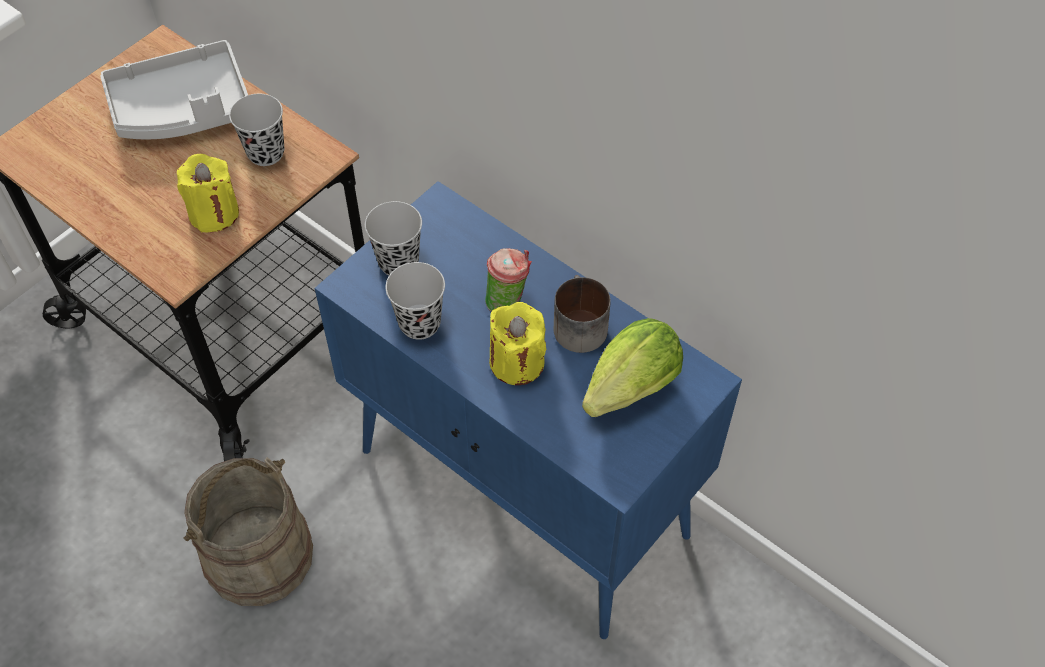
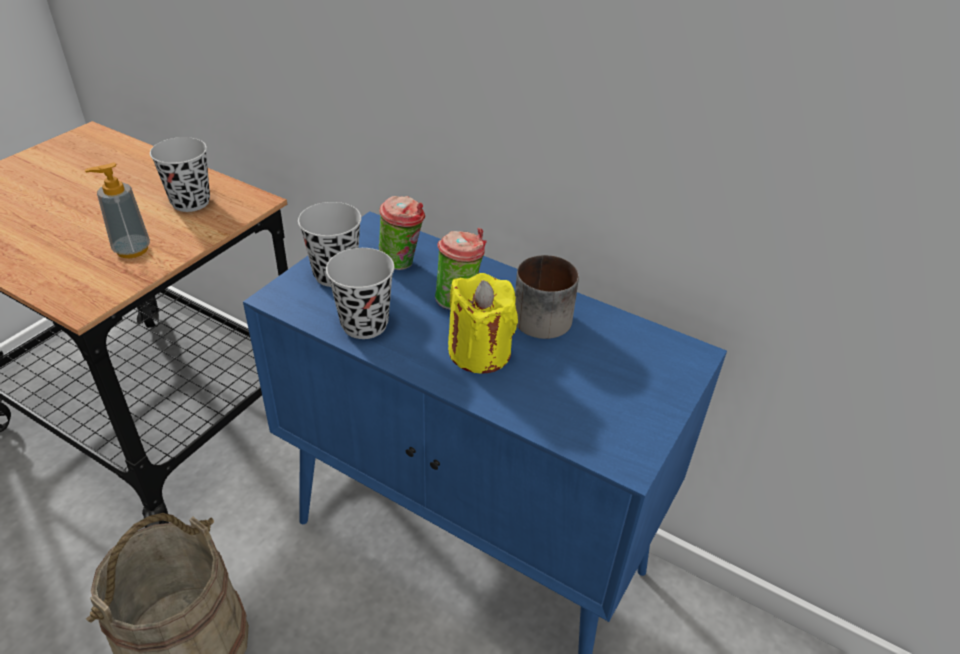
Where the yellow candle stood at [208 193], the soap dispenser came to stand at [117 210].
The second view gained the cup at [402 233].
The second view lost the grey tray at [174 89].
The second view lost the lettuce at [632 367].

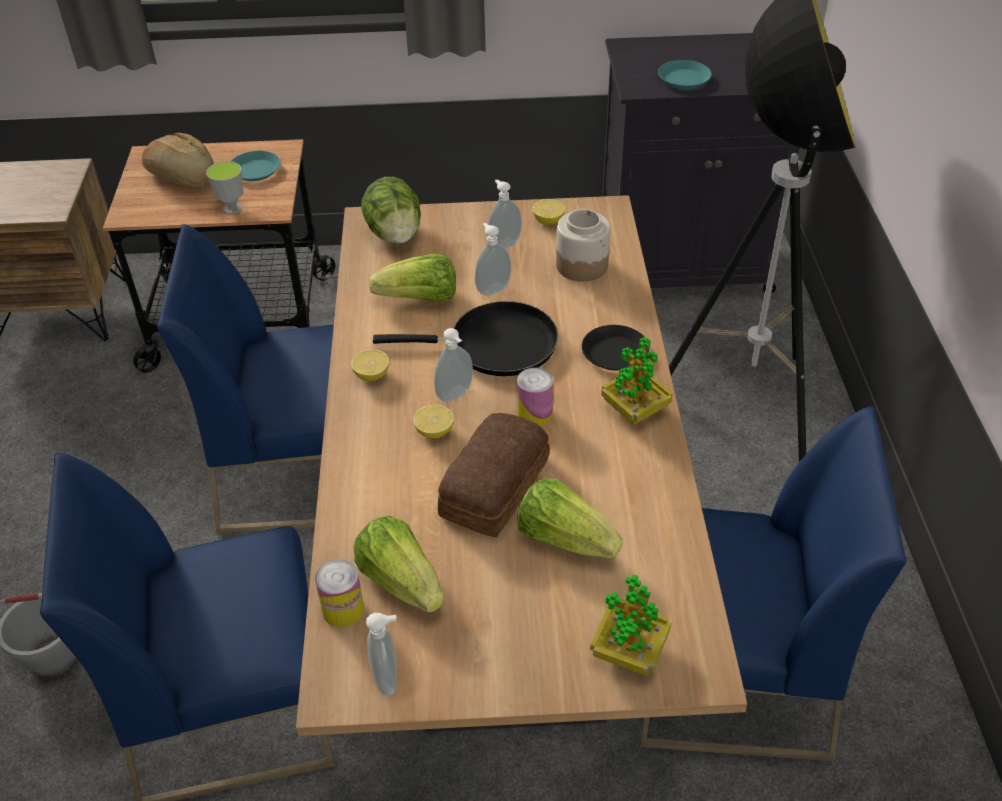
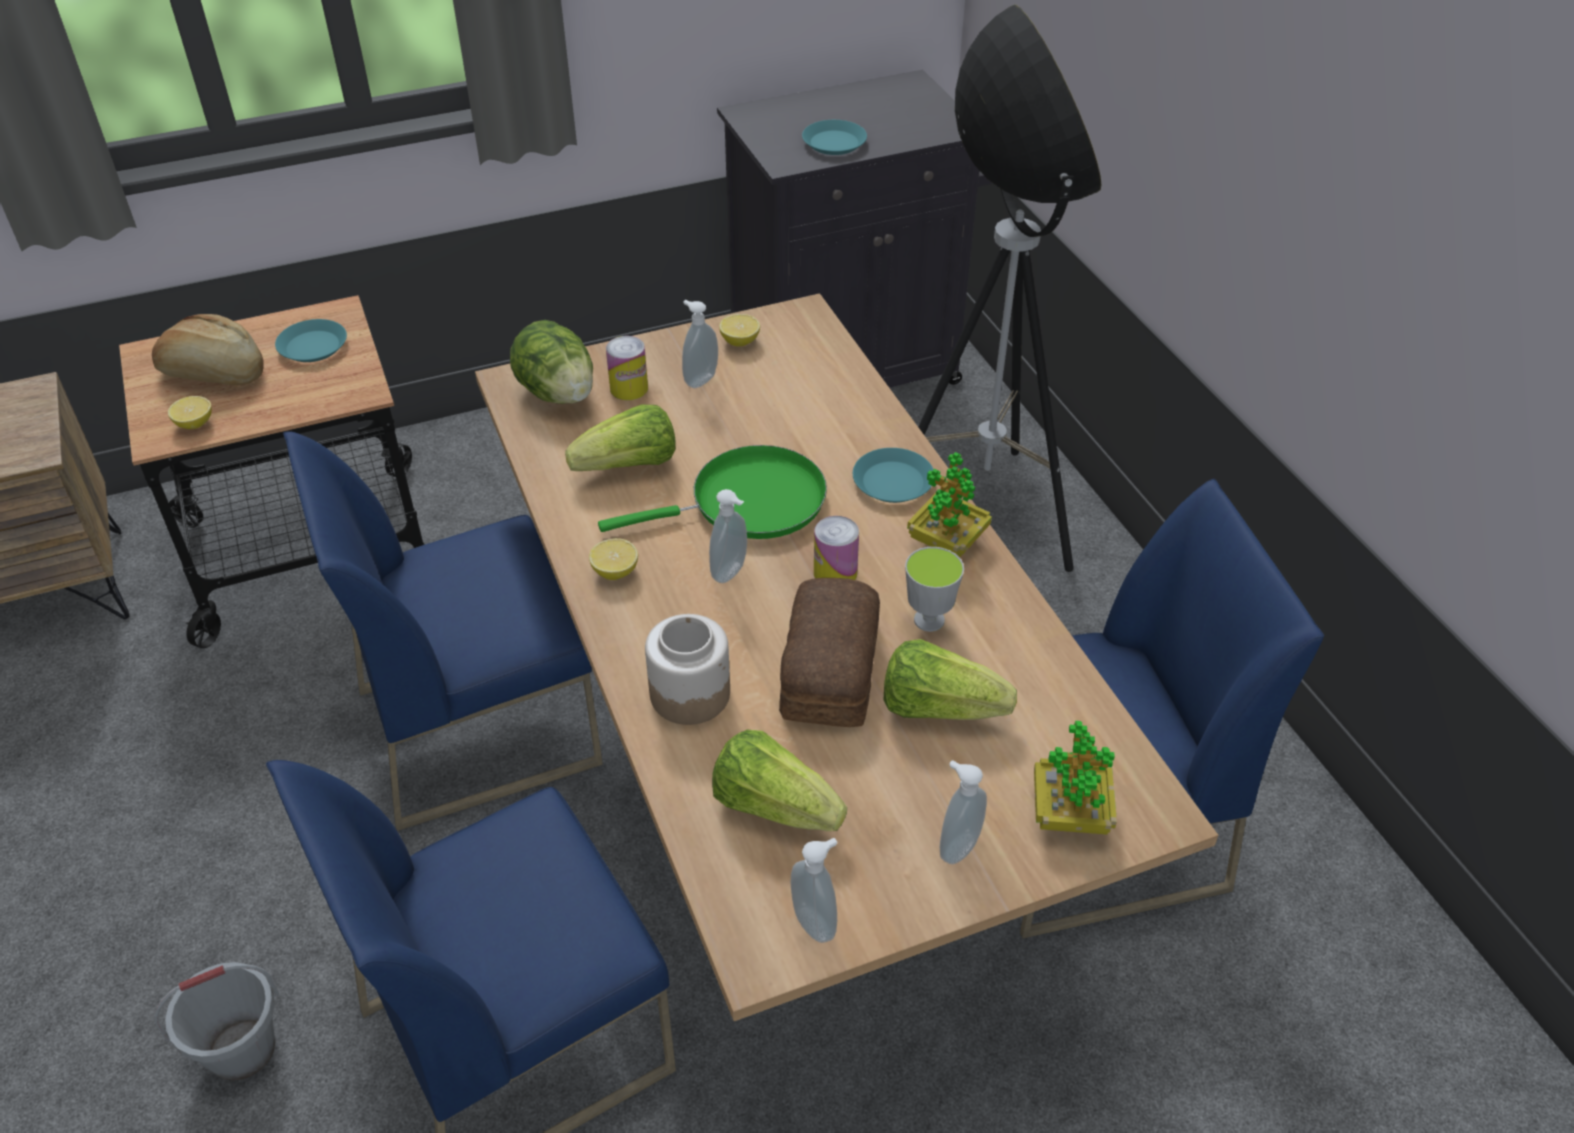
The lemon ended up elsewhere, having gone from [433 421] to [190 412].
What was the black frying pan at [465 338] turned into the green frying pan at [712 492].
The can ended up elsewhere, having gone from [339 593] to [627 368].
The jar ended up elsewhere, having gone from [583 245] to [687 669].
What was the black plate at [615 348] turned into the turquoise plate at [893 475].
The cup ended up elsewhere, having gone from [224 187] to [934 589].
The soap dispenser ended up elsewhere, having gone from [493 259] to [963 812].

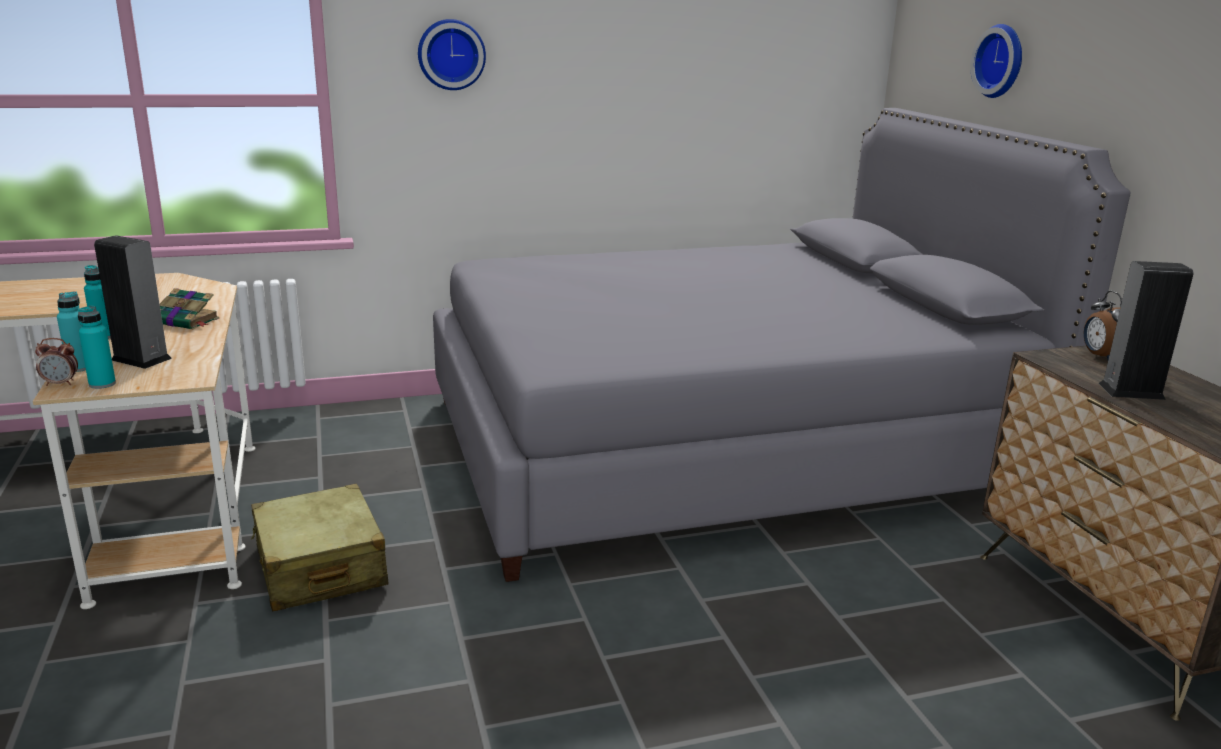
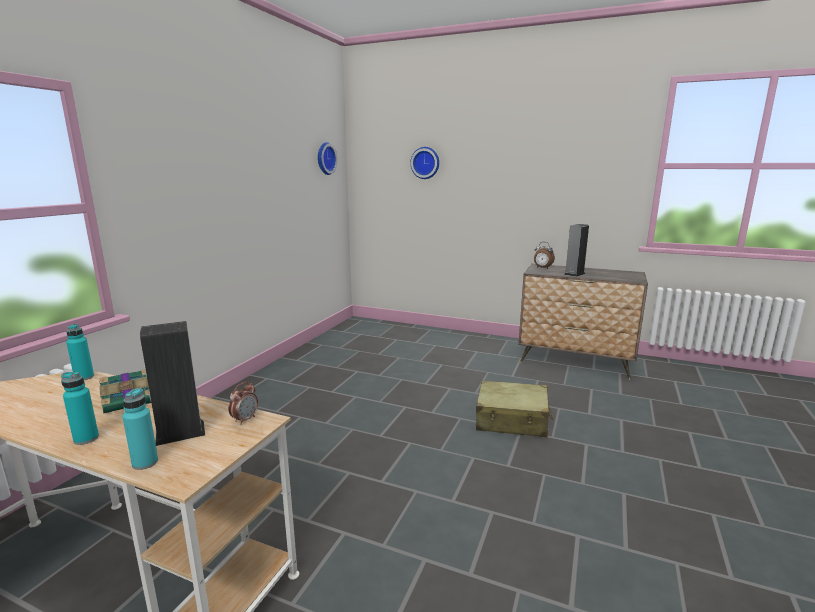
The turquoise bottle ended up elsewhere, having gone from [97 347] to [80 352].
The alarm clock ended up elsewhere, having gone from [56 362] to [243 403].
The wall clock ended up elsewhere, having gone from [452 54] to [327 158].
The beige suitcase ended up elsewhere, having gone from [320 547] to [514 409].
The second view lost the grey bed at [781 345].

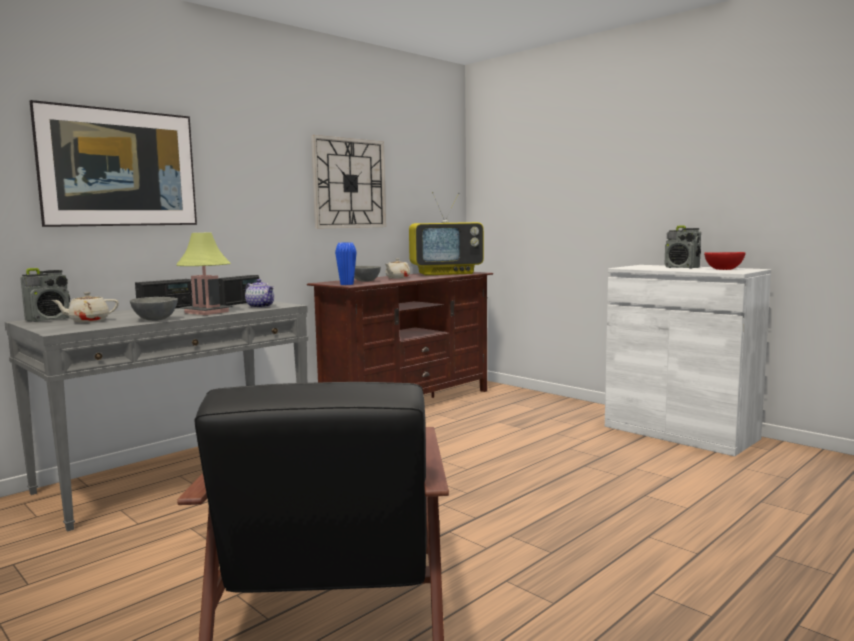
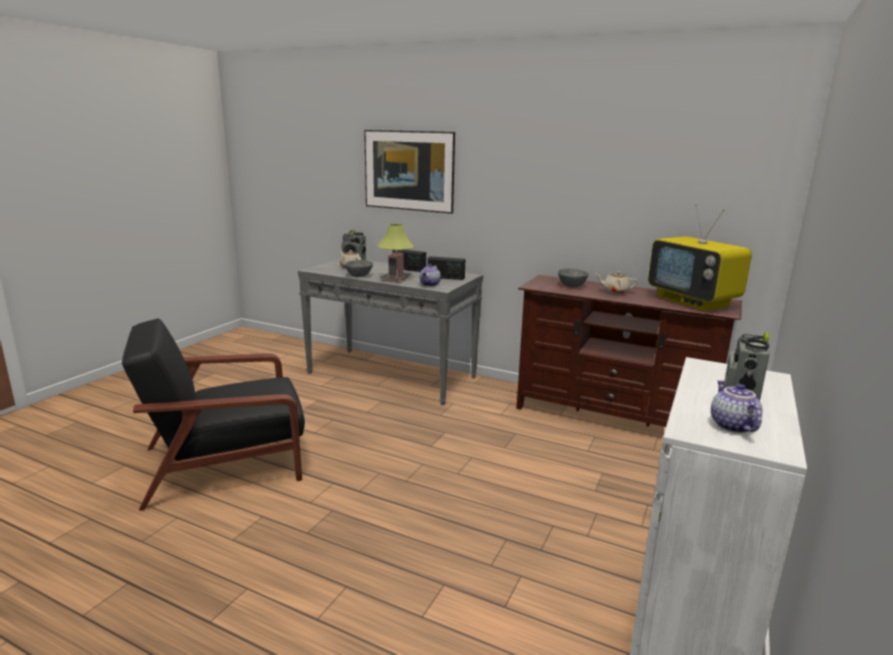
Where the red bowl stood at [725 261], the teapot came to stand at [737 406].
The second view lost the wall clock at [348 182].
The second view lost the blue vase at [346 263].

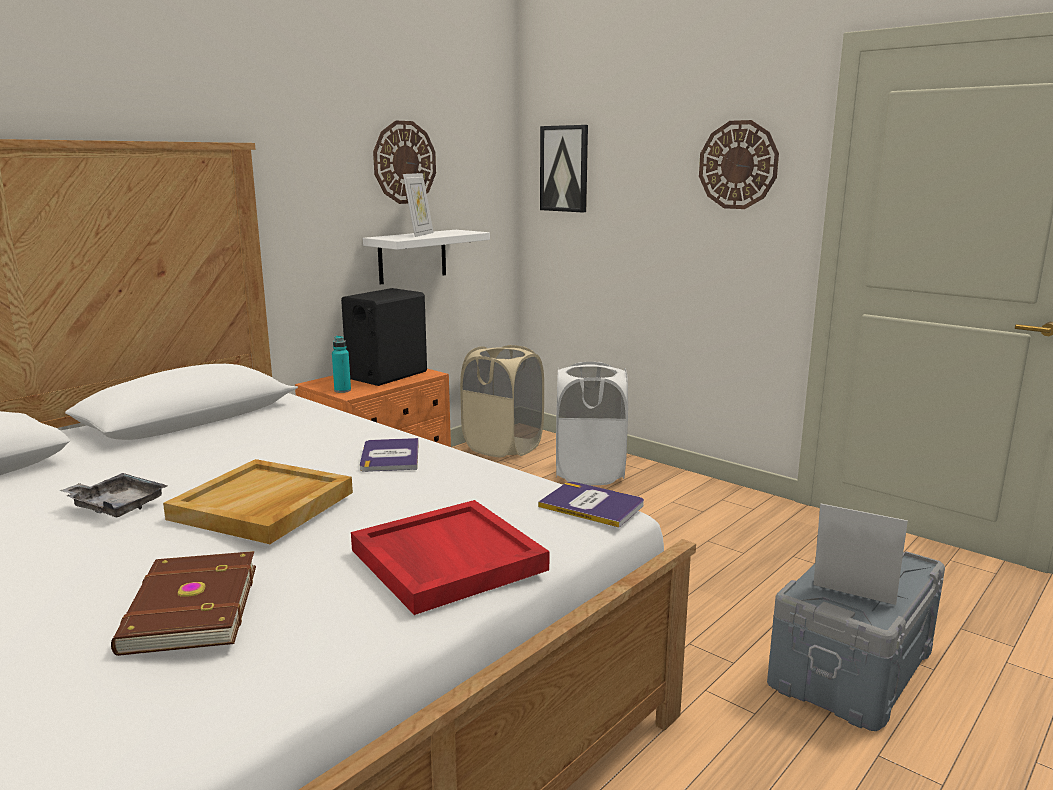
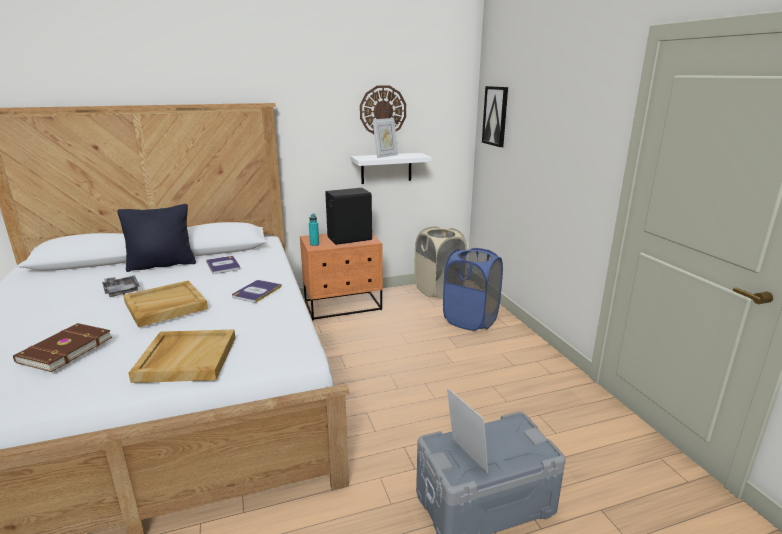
The second view gained the black pillow at [156 238].
What was the red tray at [450 557] turned into the beige tray at [182 356].
The book ended up elsewhere, having gone from [591 504] to [223 265].
What was the white laundry basket at [592 423] turned into the blue laundry basket at [473 289].
The second view lost the wall clock at [739 164].

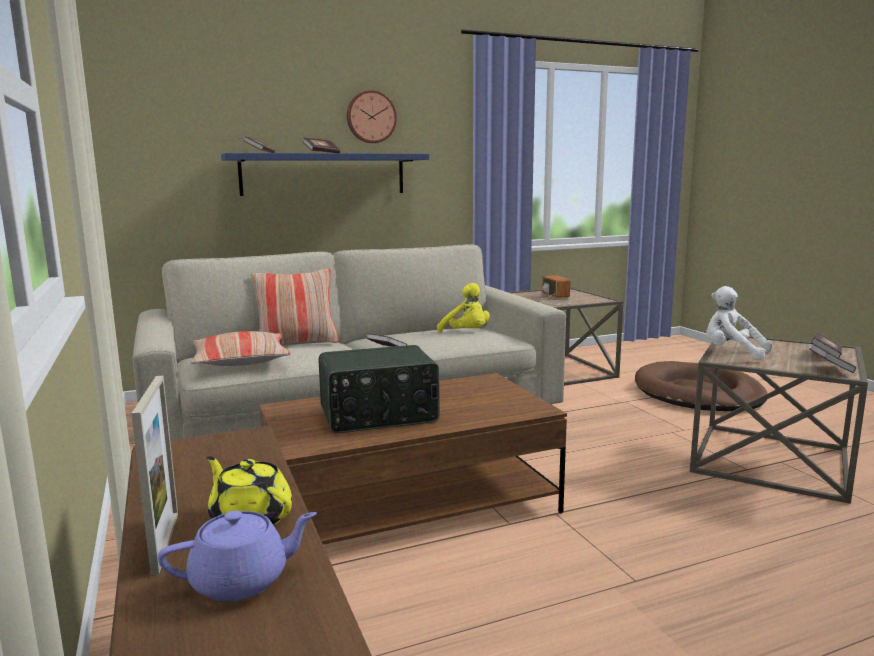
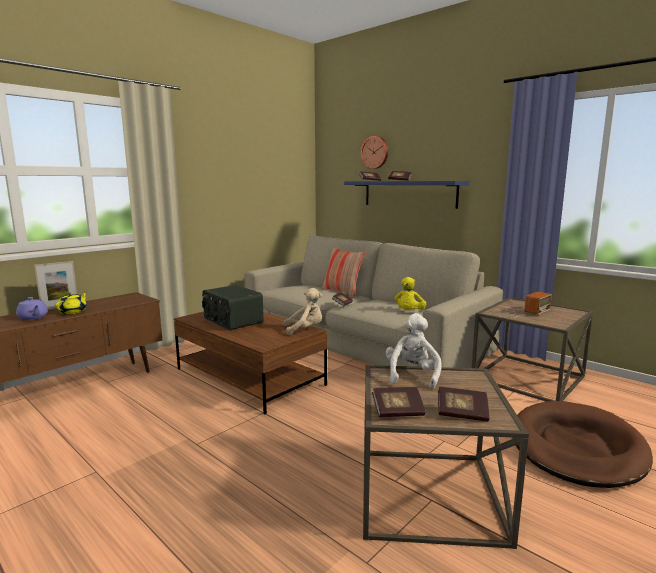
The second view gained the beige plush toy at [303 311].
The wall clock ended up elsewhere, having gone from [372 116] to [374 152].
The second view lost the pillow at [240 348].

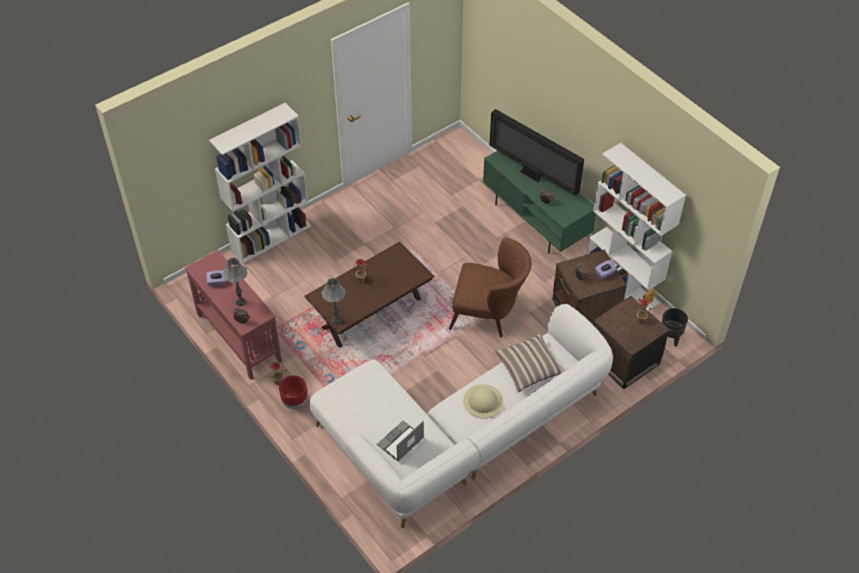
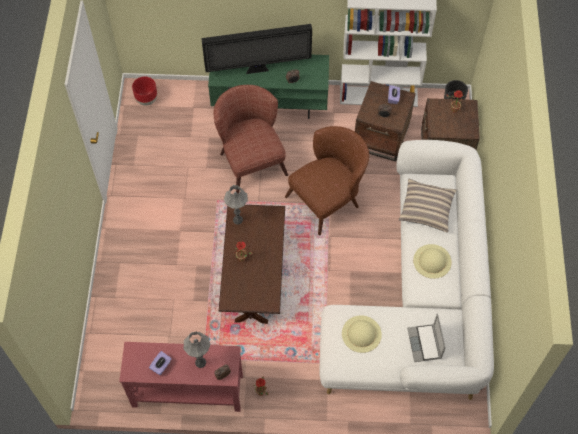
The red planter ended up elsewhere, having gone from [293 392] to [144 91].
The second view gained the brown armchair at [251 139].
The grey table lamp ended up elsewhere, having gone from [333 301] to [236 204].
The second view gained the beige hat at [362 334].
The second view lost the white bookcase at [260 183].

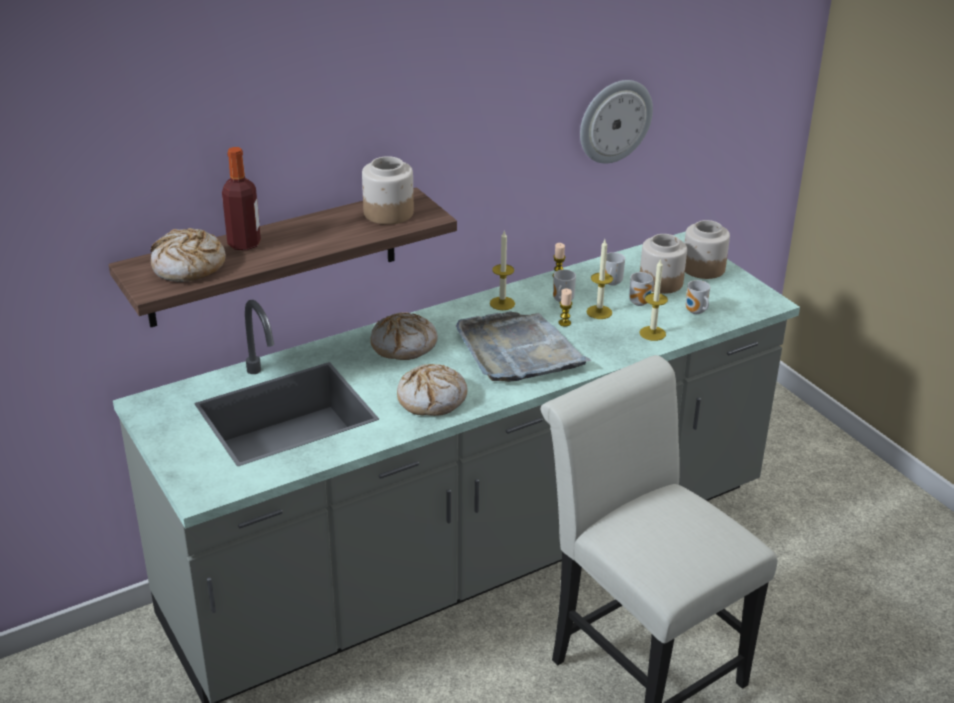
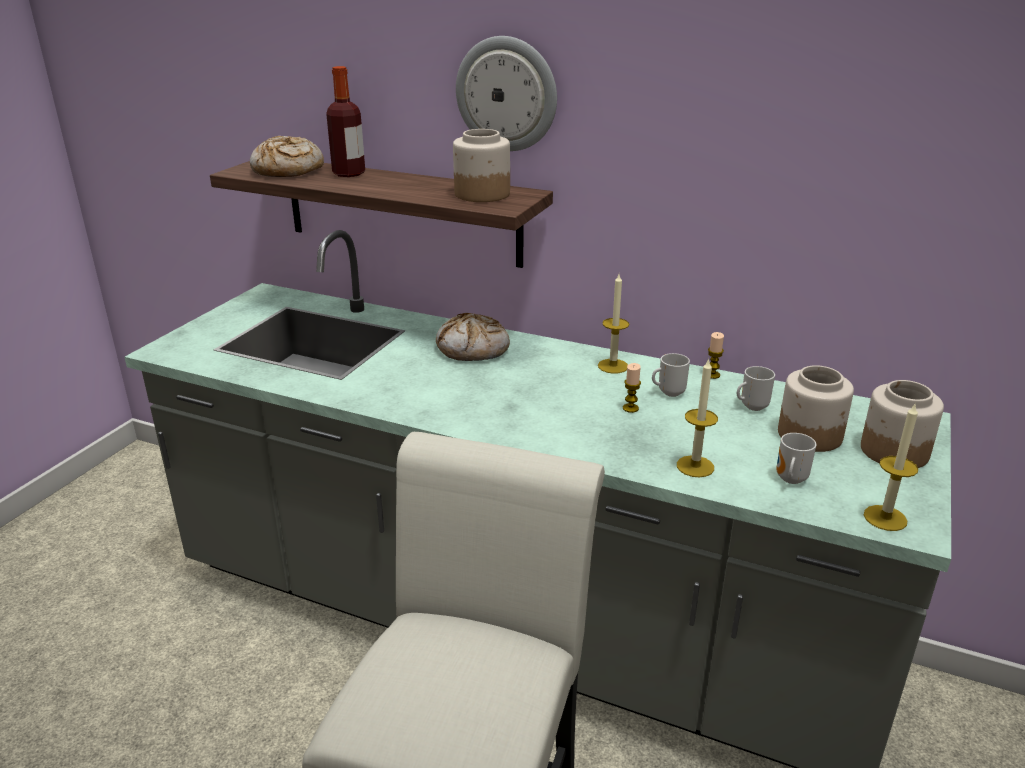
The wall clock ended up elsewhere, having gone from [616 121] to [506 93].
The candle ended up elsewhere, having gone from [599 279] to [891 466].
The second view lost the bread at [432 390].
The second view lost the grey tray at [524 347].
The second view lost the mug at [641 289].

